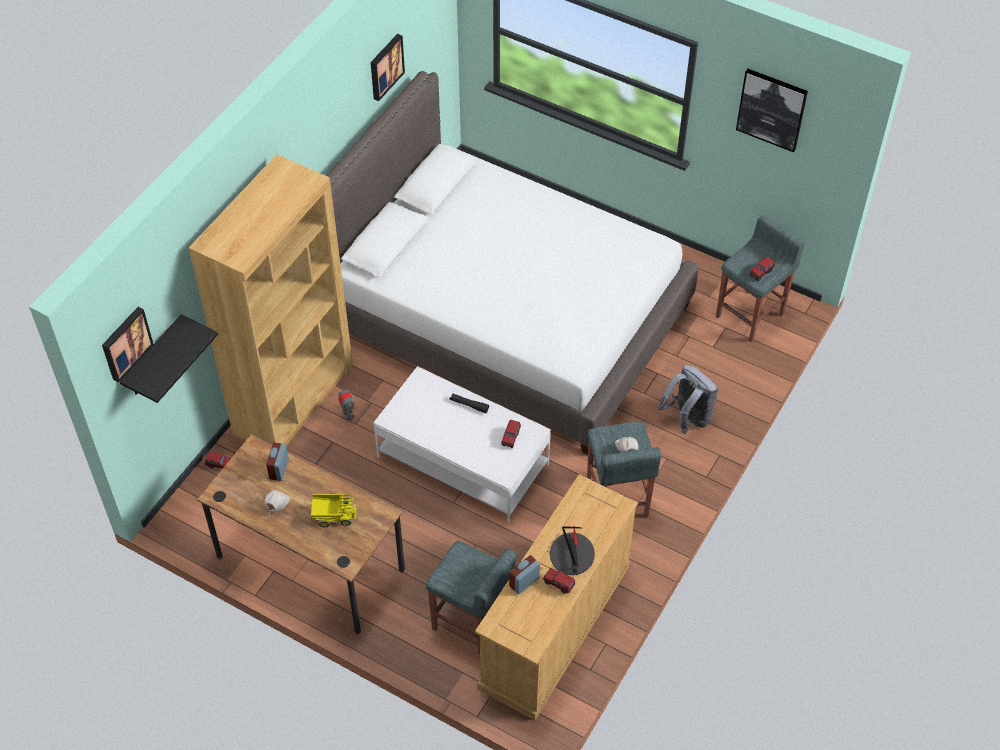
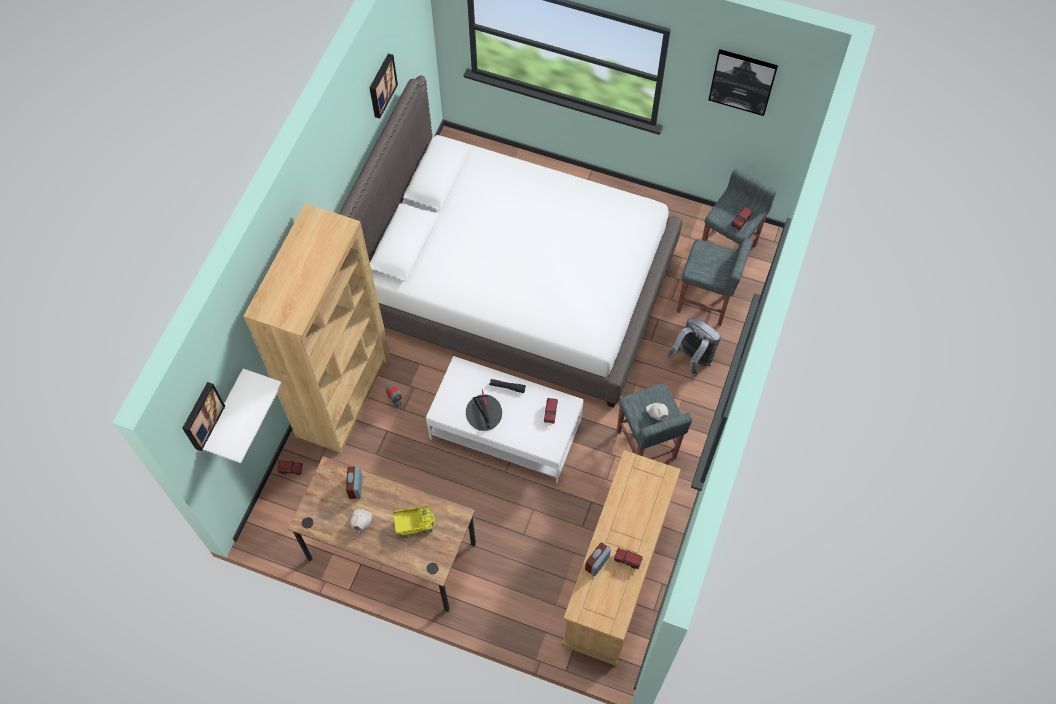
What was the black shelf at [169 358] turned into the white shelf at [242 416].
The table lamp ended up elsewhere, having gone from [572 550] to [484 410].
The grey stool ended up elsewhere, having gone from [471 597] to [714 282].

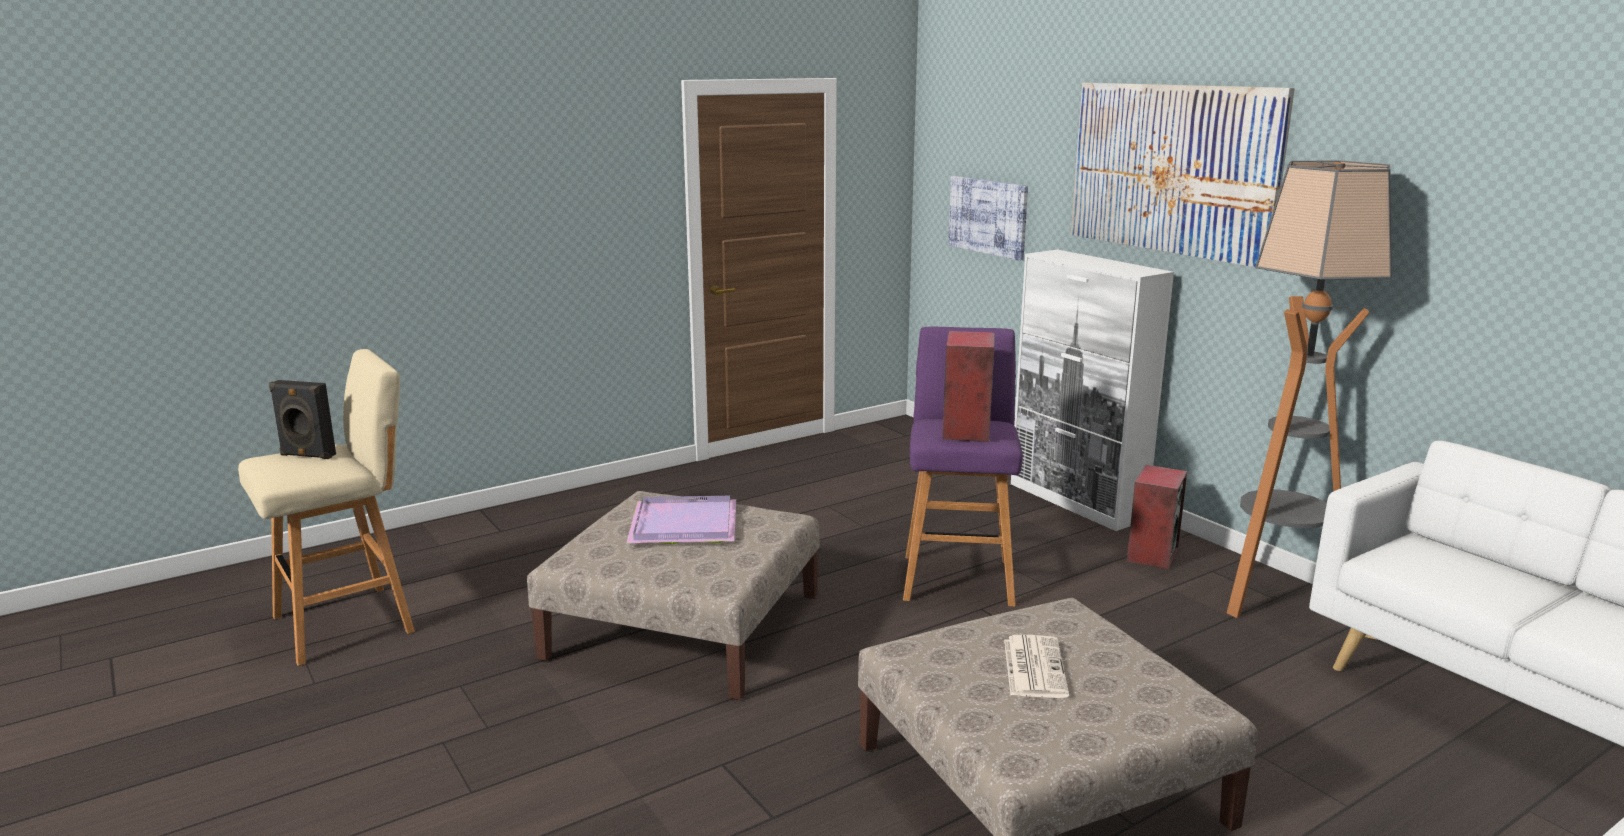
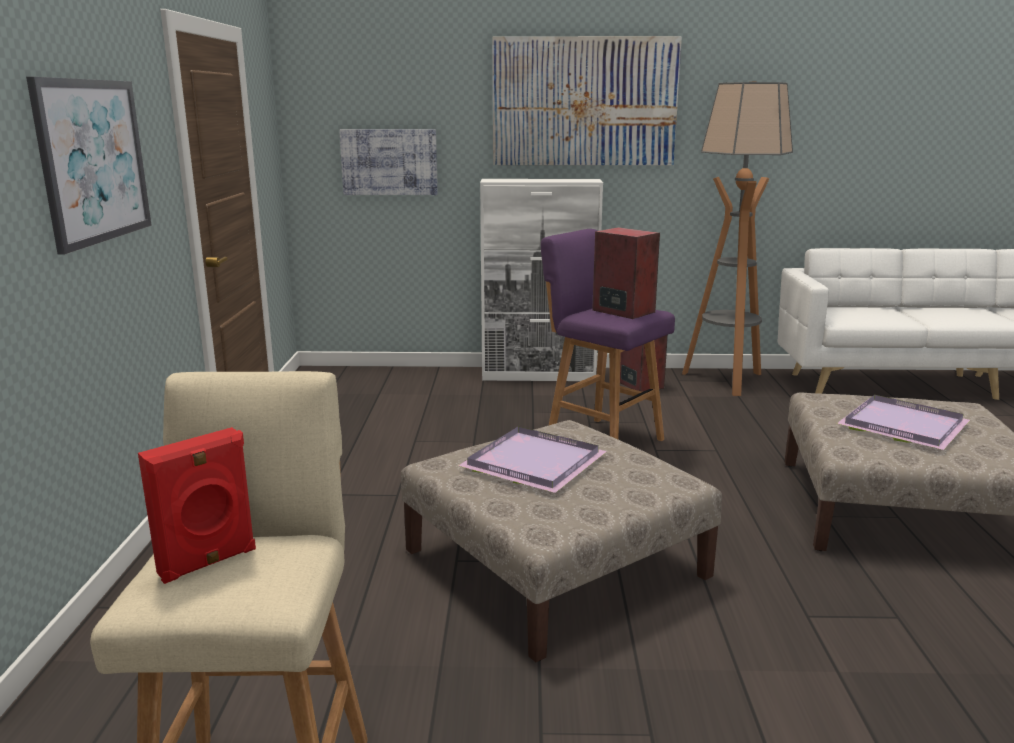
The second view gained the picture at [89 166].
What was the black speaker at [302 419] turned into the red speaker at [197 505].
Where the newspaper stood at [1036 666], the purple tray came to stand at [903 422].

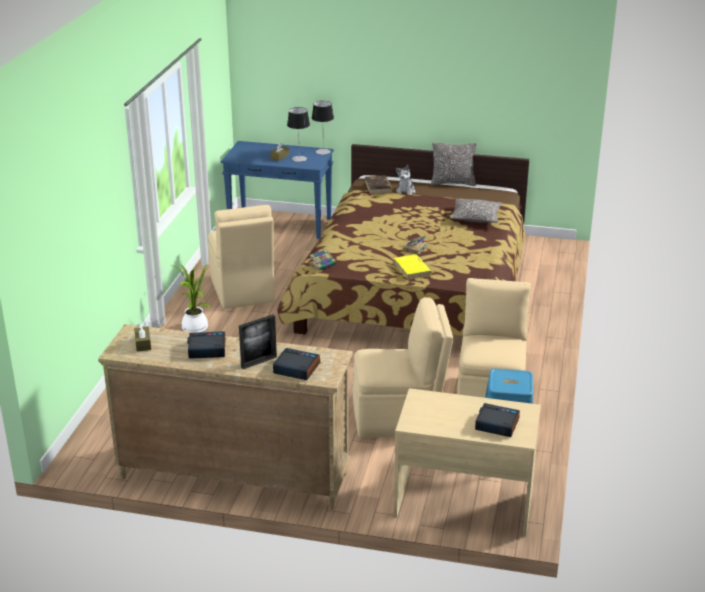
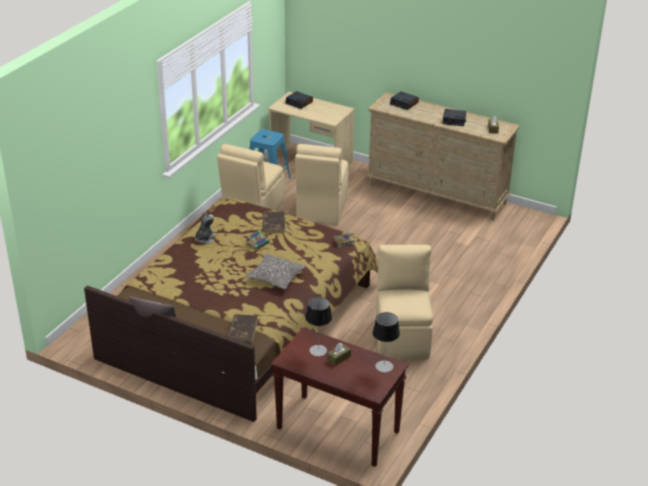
The plush toy ended up elsewhere, having gone from [405 179] to [205 228].
The pillow ended up elsewhere, having gone from [476 211] to [275 271].
What was the yellow book at [413 267] turned into the brown book at [274 222].
What was the blue console table at [277 190] turned into the brown console table at [340 397].
The beige chair at [403 367] ended up facing another way, 90 degrees counterclockwise from before.
The table lamp ended up elsewhere, having gone from [323 128] to [386 342].
The second view lost the potted plant at [190 298].
The second view lost the picture frame at [258 341].

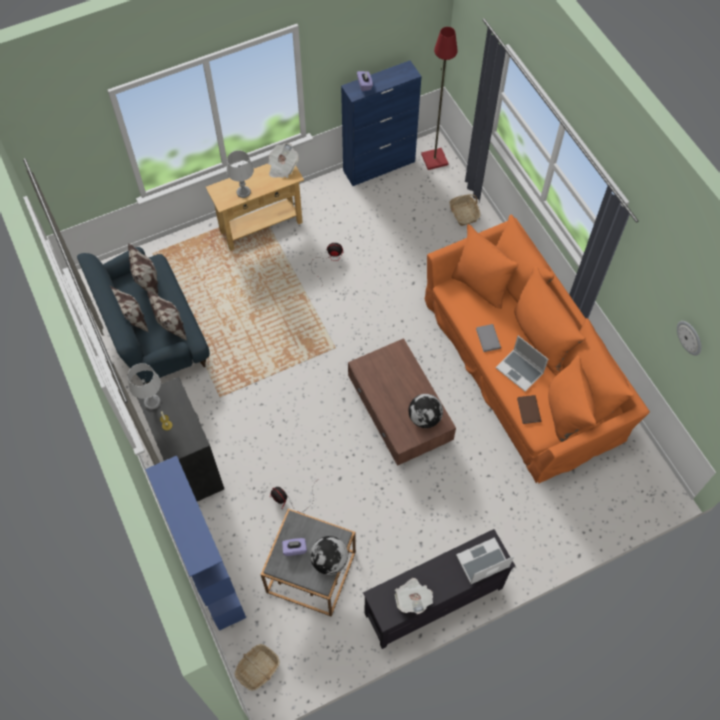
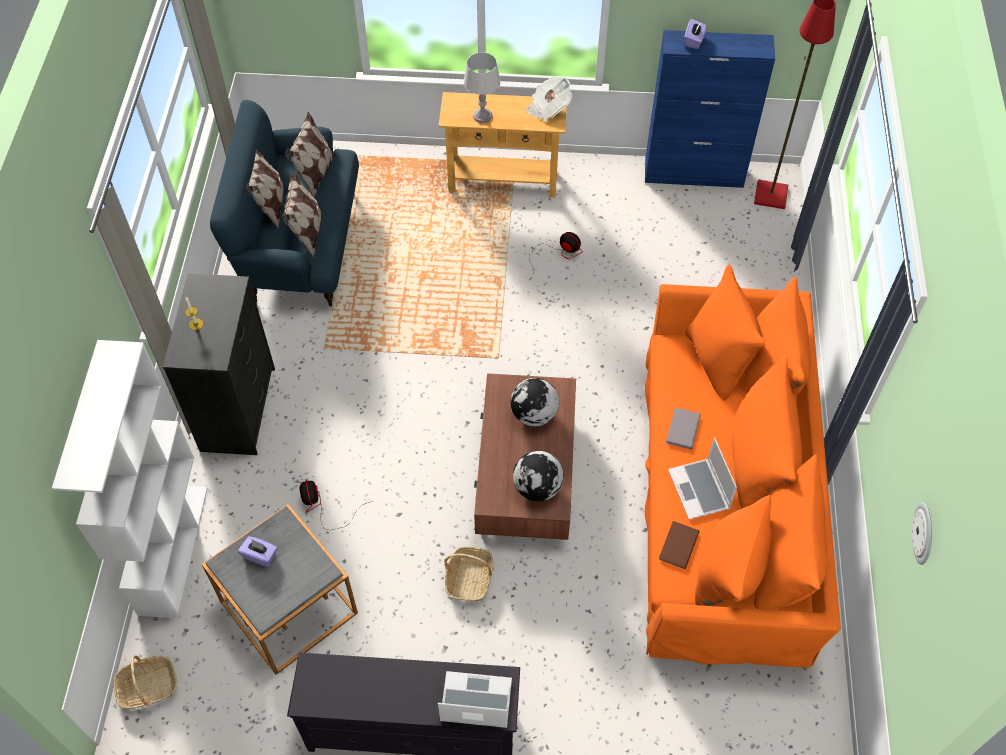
What was the blue bookcase at [195 543] turned into the white bookcase at [130 479].
The basket ended up elsewhere, having gone from [464 210] to [469 574].
The globe ended up elsewhere, having gone from [329 555] to [534 402].
The second view lost the grey table lamp at [144 386].
The second view lost the newspaper at [414 596].

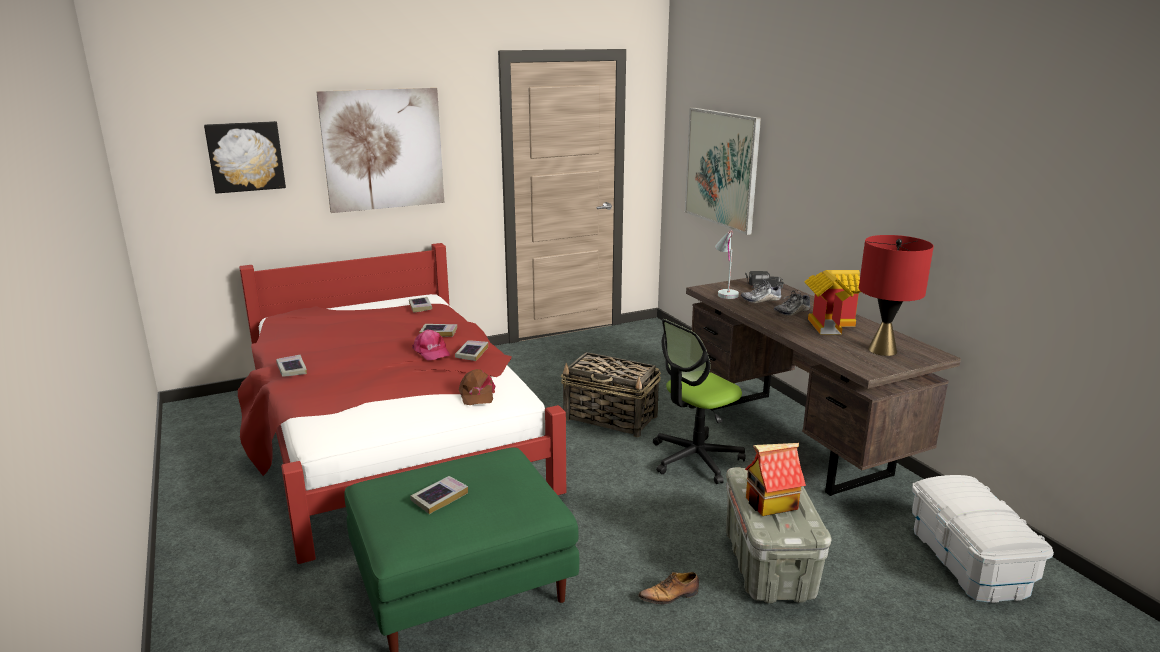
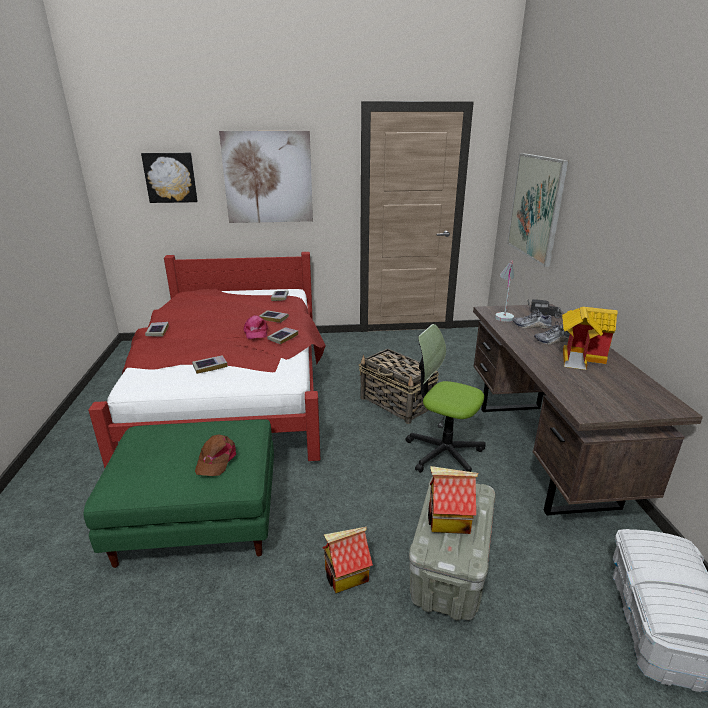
The book ended up elsewhere, having gone from [439 495] to [210 365].
The brown cap ended up elsewhere, having gone from [477 387] to [215 455].
Where the shoe stood at [668 588], the toy house came to stand at [347 560].
The office chair at [699 401] ended up facing another way, 45 degrees clockwise from before.
The second view lost the red table lamp at [896 295].

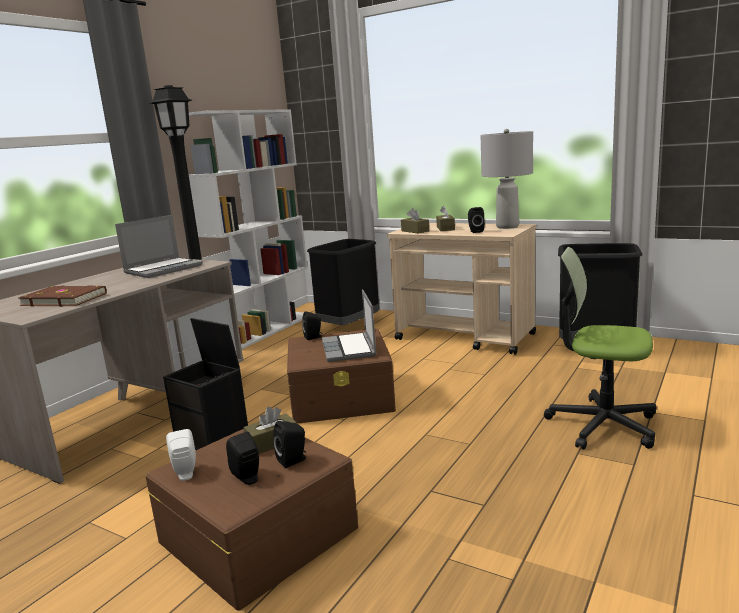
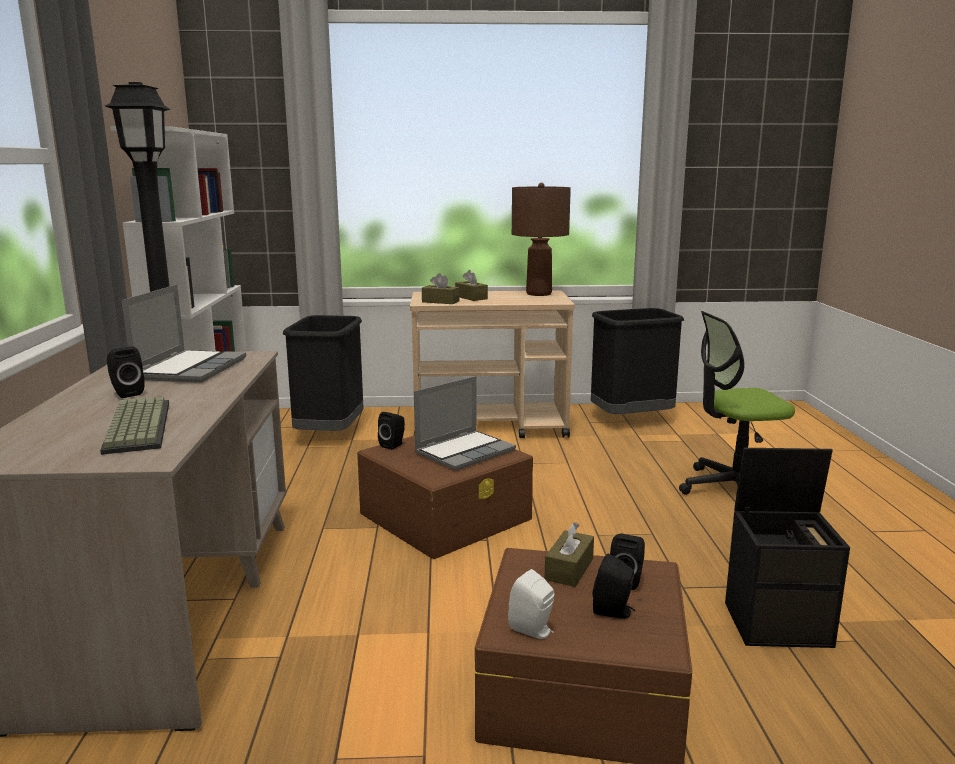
Where the brown book stood at [63 296], the keyboard came to stand at [134 425].
The black speaker ended up elsewhere, having gone from [476 220] to [126 372].
The laptop at [349 325] ended up facing another way, 90 degrees counterclockwise from before.
What was the grey table lamp at [507 179] turned into the brown table lamp at [541 239].
The black storage box ended up elsewhere, having gone from [205 384] to [787 548].

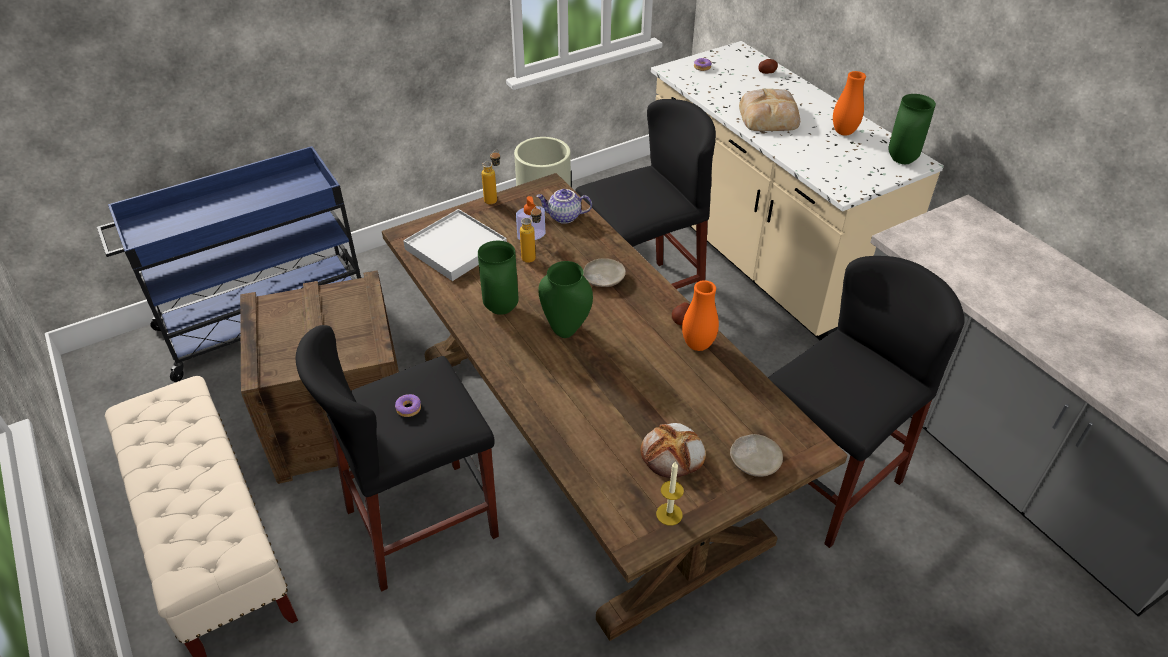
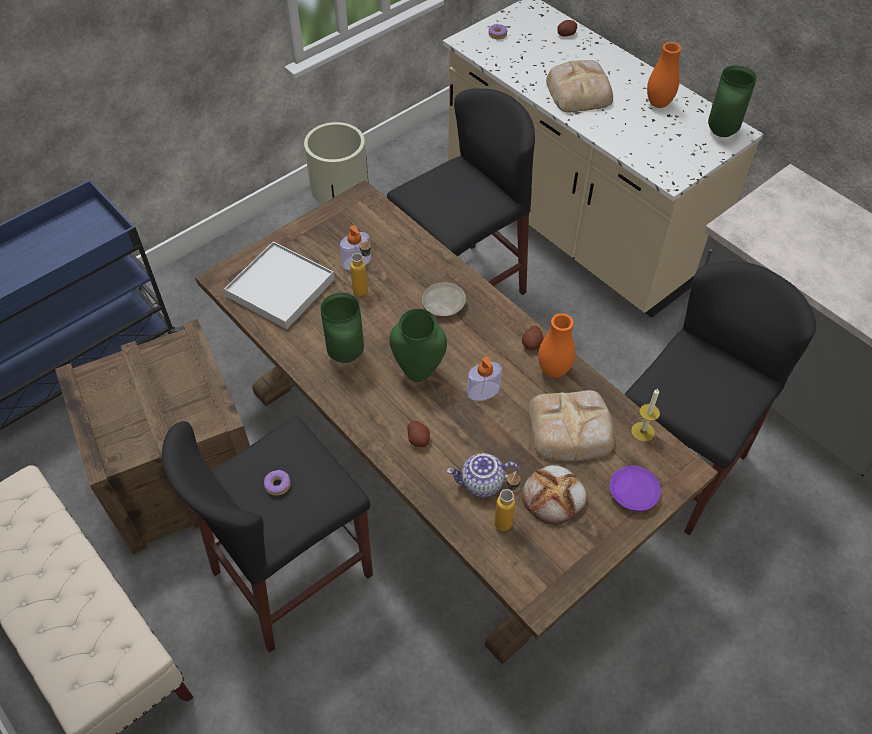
The second view gained the potato at [418 434].
The teapot ended up elsewhere, having gone from [564 206] to [483 475].
The second view gained the soap dispenser at [484 379].
The bottle ended up elsewhere, having gone from [491 177] to [507 501].
The second view gained the bread at [571 425].
What was the beige plate at [756 455] turned into the purple plate at [635 488].
The candle ended up elsewhere, having gone from [670 493] to [645 415].

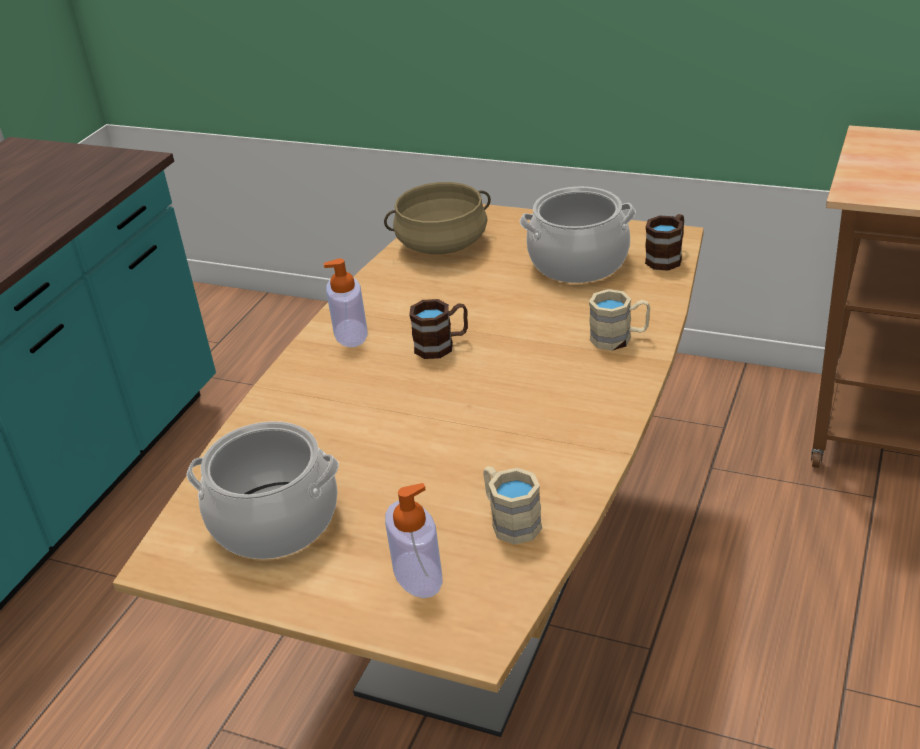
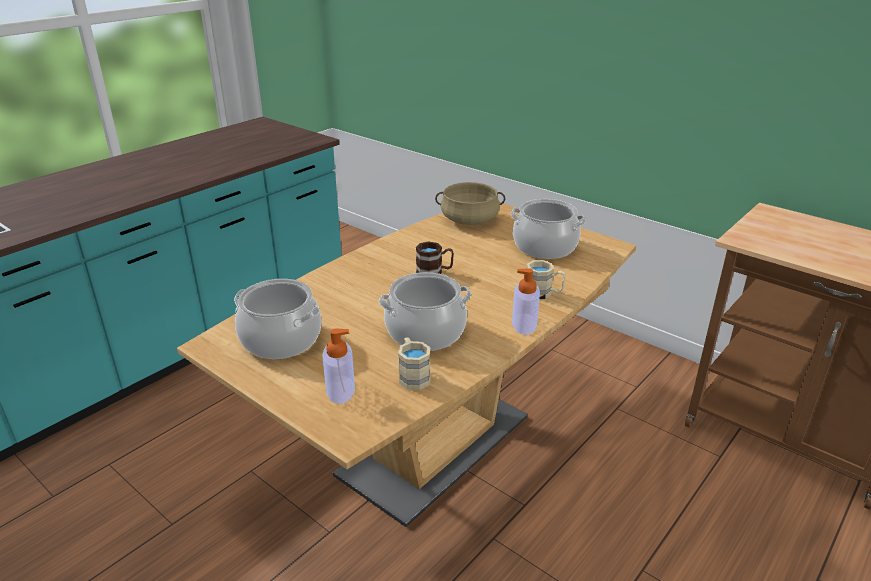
The second view gained the cooking pot at [425 311].
The soap dispenser ended up elsewhere, having gone from [345 302] to [526 301].
The second view lost the brown mug at [664 242].

